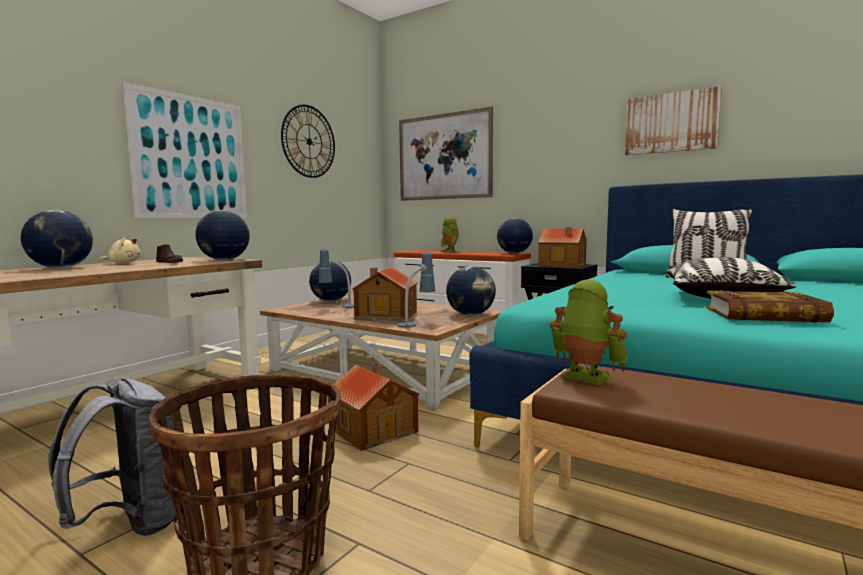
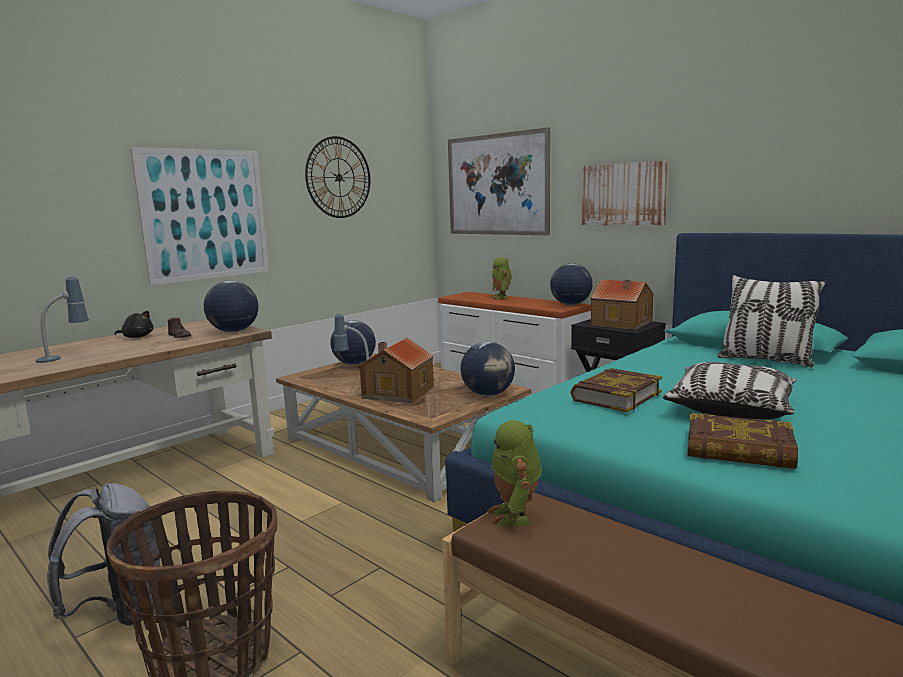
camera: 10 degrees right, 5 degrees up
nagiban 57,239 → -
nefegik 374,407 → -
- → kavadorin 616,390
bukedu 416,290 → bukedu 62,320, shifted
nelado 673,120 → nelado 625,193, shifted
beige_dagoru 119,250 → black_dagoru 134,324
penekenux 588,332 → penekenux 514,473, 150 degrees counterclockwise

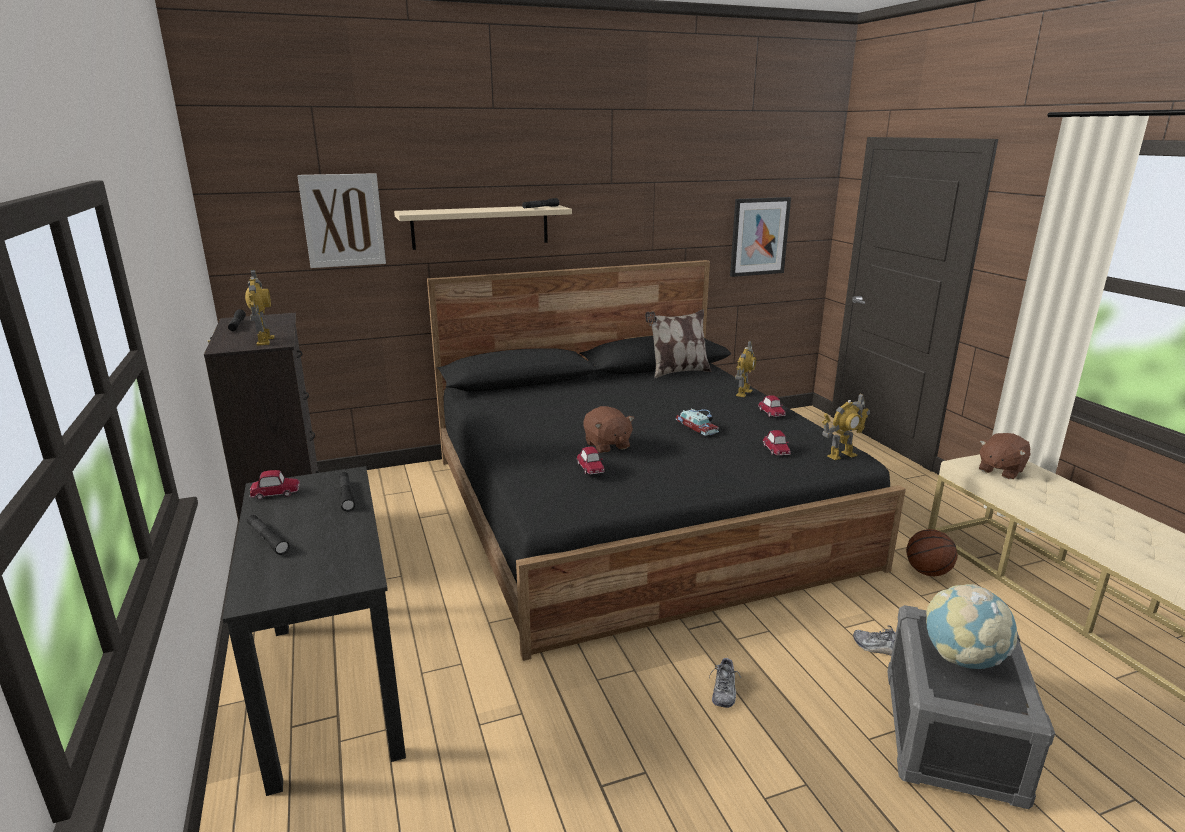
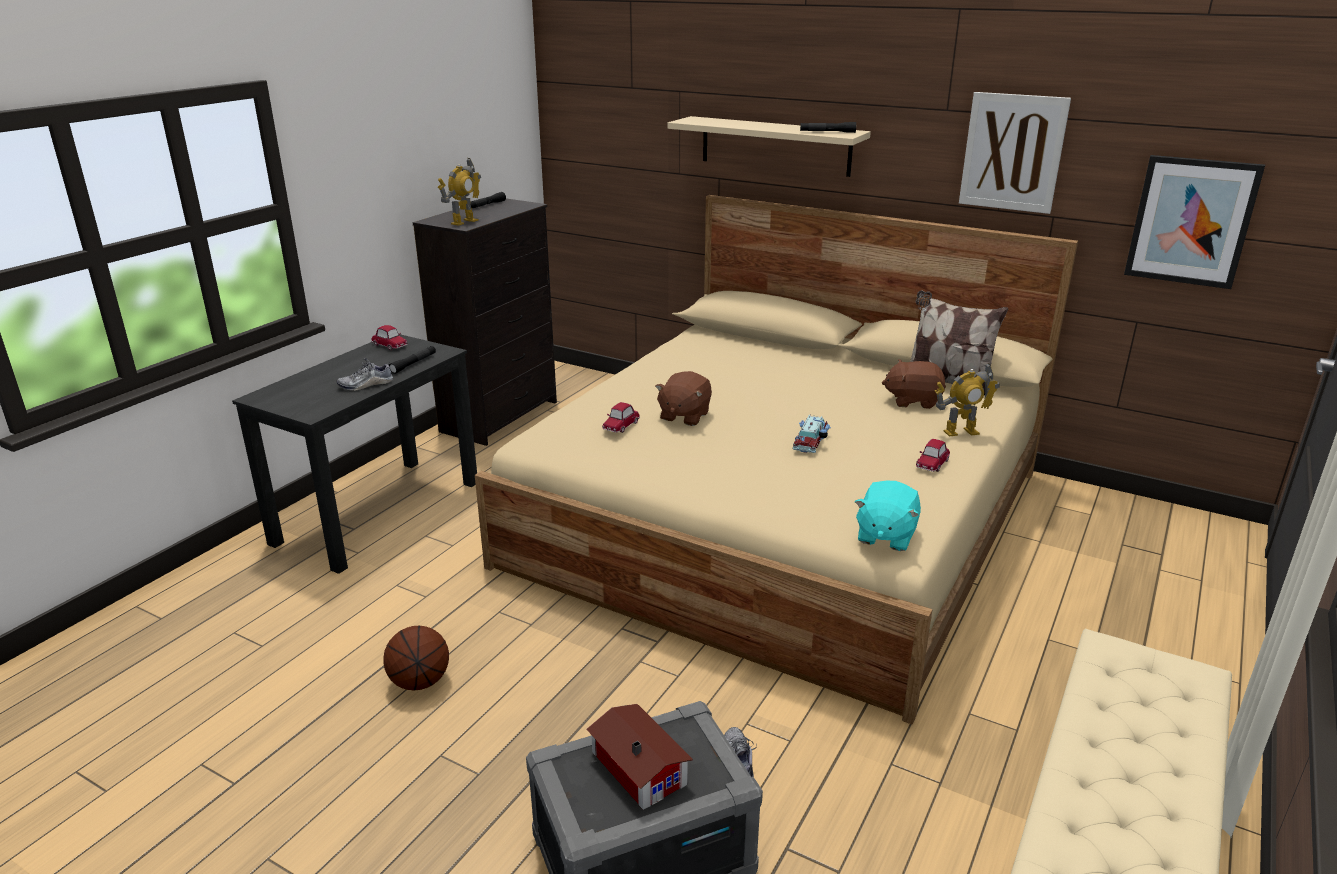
camera: 50 degrees right, 5 degrees up
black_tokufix 268,535 → -
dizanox 777,442 → -
nelado 341,220 → nelado 1015,153, shifted
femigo 725,682 → femigo 365,374, shifted
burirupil 932,552 → burirupil 416,658, shifted
brown_dagoru 1004,456 → brown_dagoru 914,384, shifted
penekenux 846,427 → turquoise_dagoru 888,516
nagiban 971,626 → nefegik 639,757
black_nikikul 666,460 → beige_nikikul 776,459

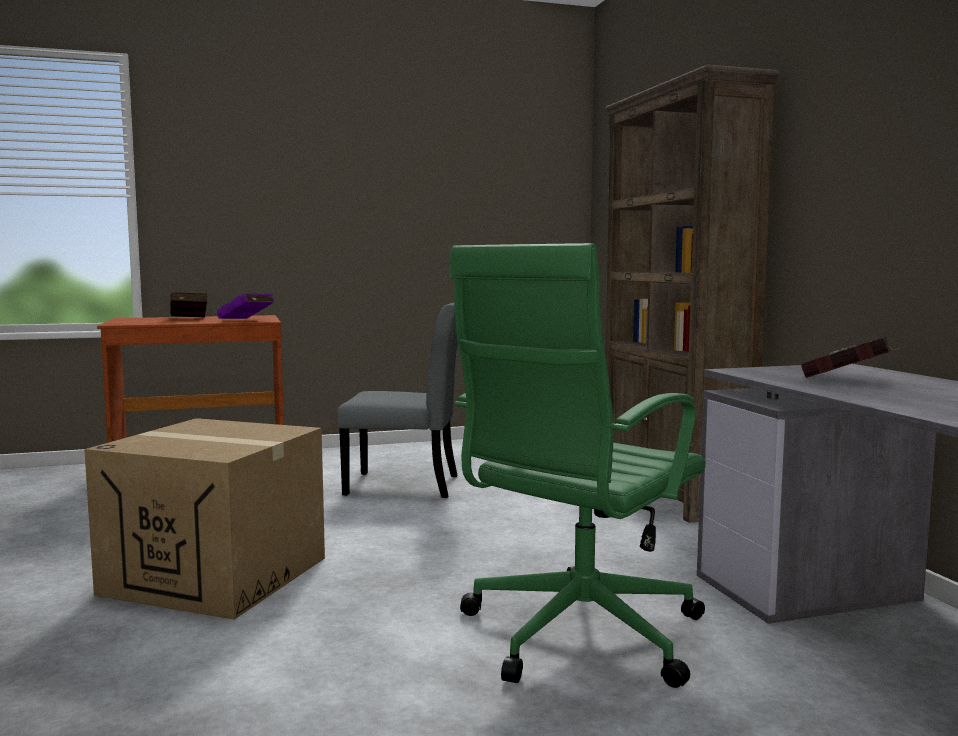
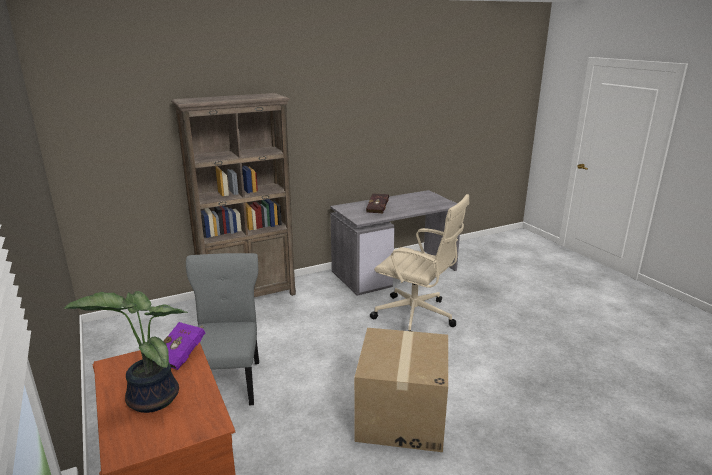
camera: 100 degrees left, 15 degrees up
red_kavadorin 188,304 → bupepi 126,352
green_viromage 577,465 → beige_viromage 419,263

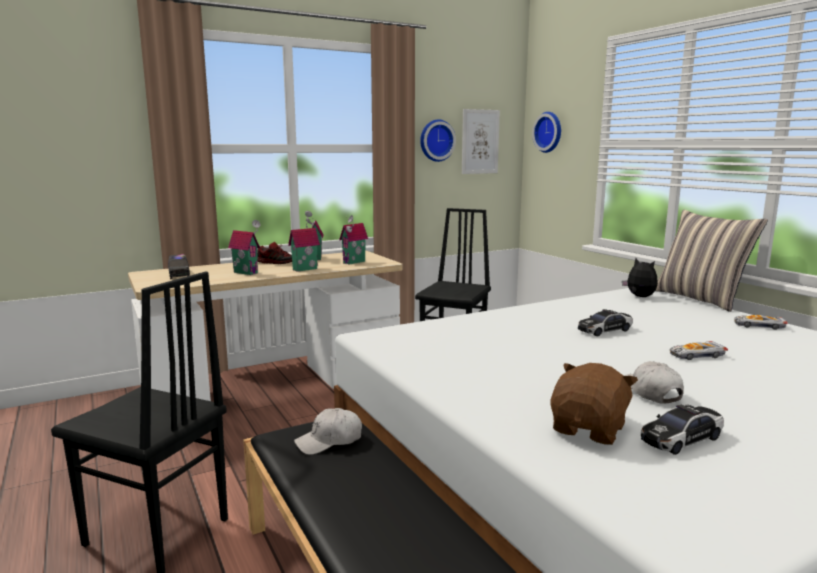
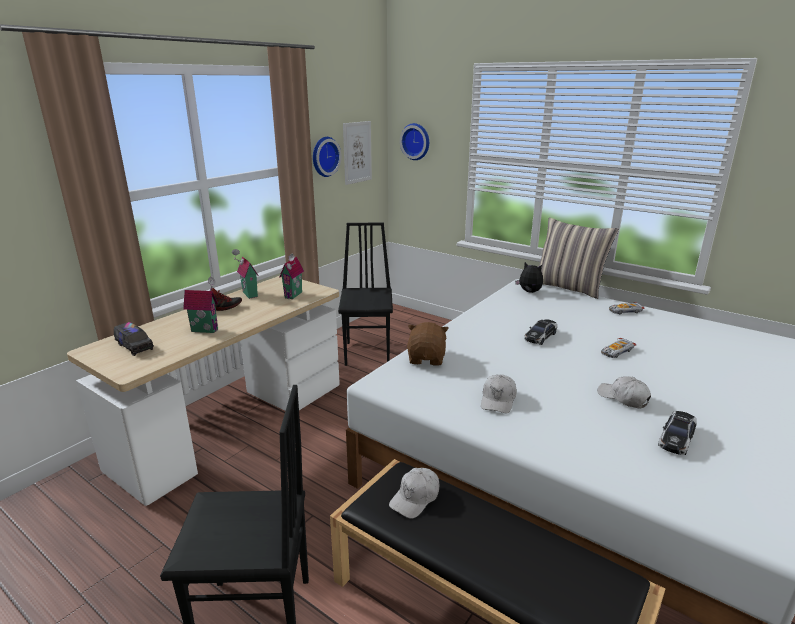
camera: 25 degrees left, 10 degrees up
nefegik 304,244 → -
- → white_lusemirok 499,393
brown_dagoru 594,404 → brown_dagoru 428,344, shifted

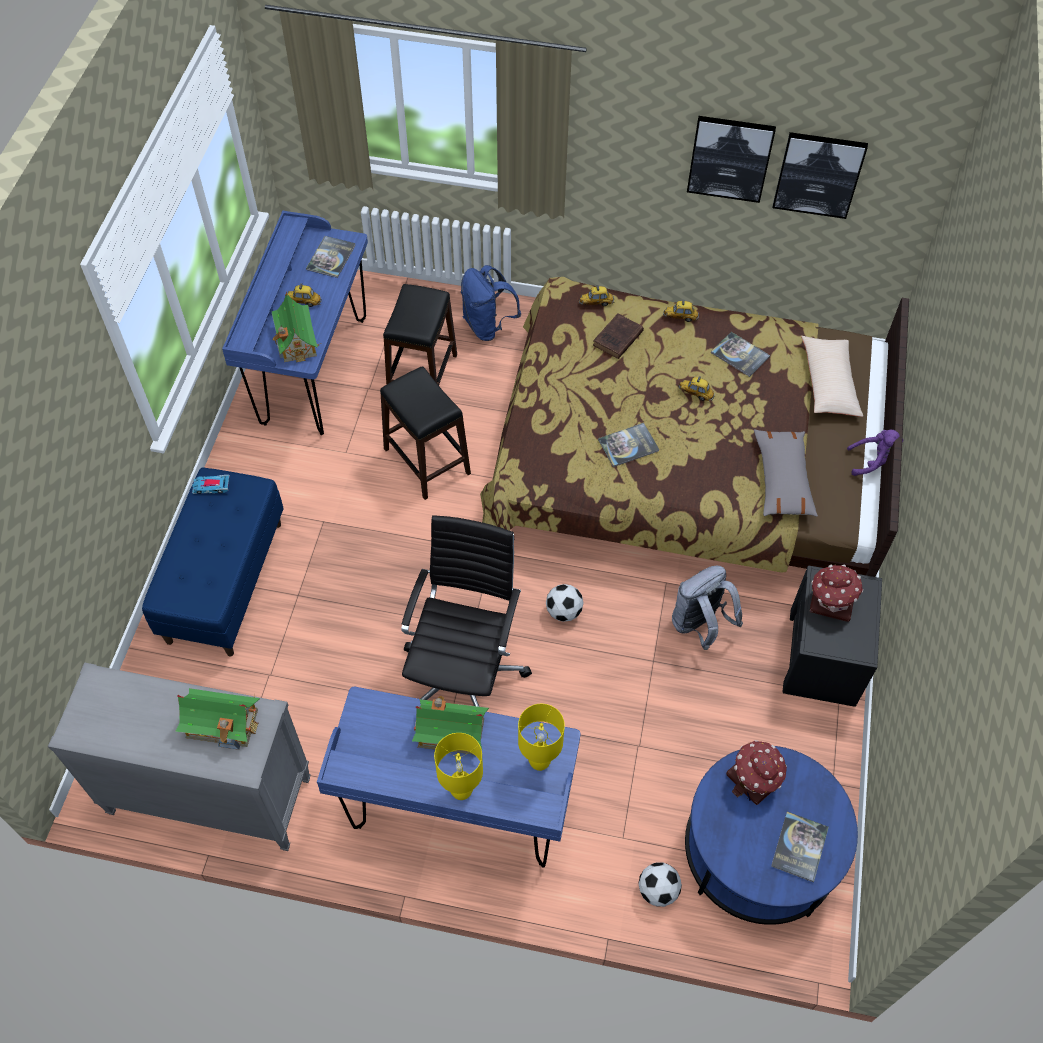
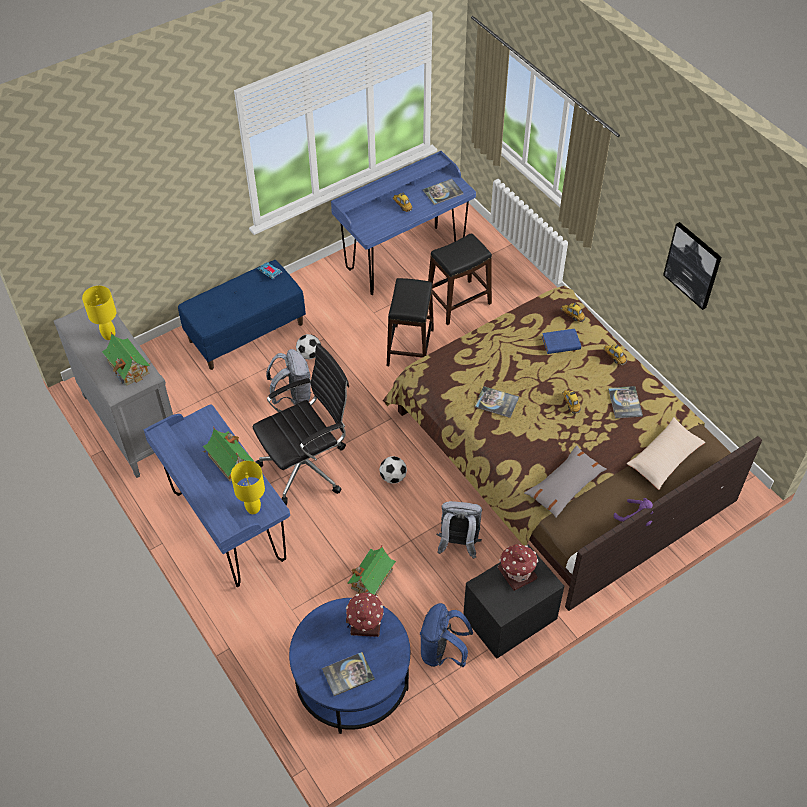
camera: 45 degrees right, 5 degrees down
nelado 820,175 → -
- → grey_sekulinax 289,377
nefegik 295,327 → nefegik 371,570, shifted
yellow_bukedu 458,766 → yellow_bukedu 99,313, shifted
blue_sekulinax 491,303 → blue_sekulinax 446,635, shifted
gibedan 660,884 → gibedan 308,346, shifted
brown_kavadorin 618,336 → blue_kavadorin 561,341

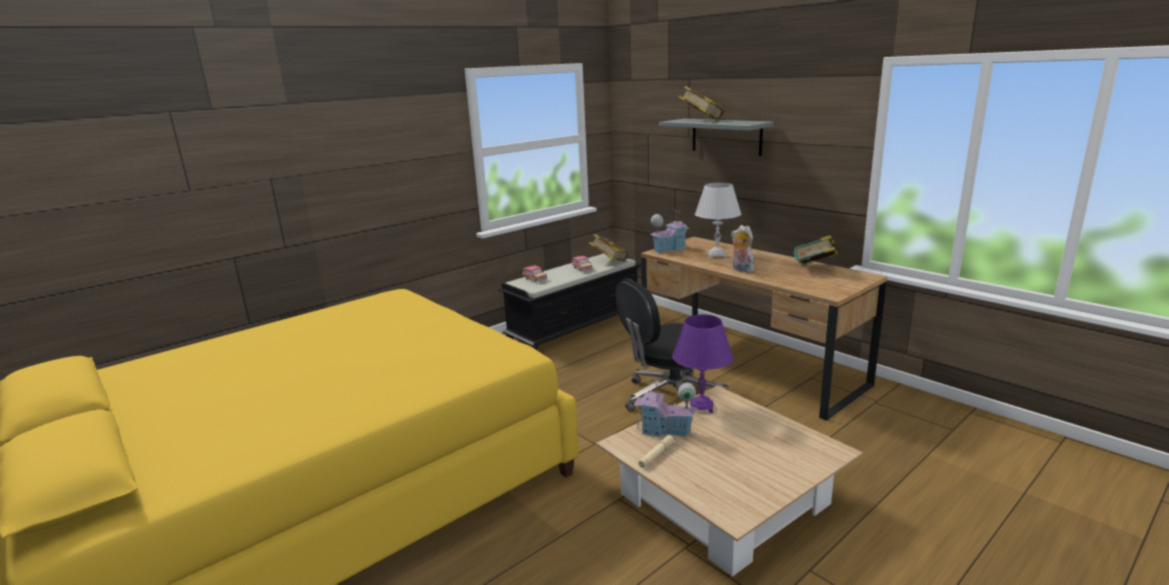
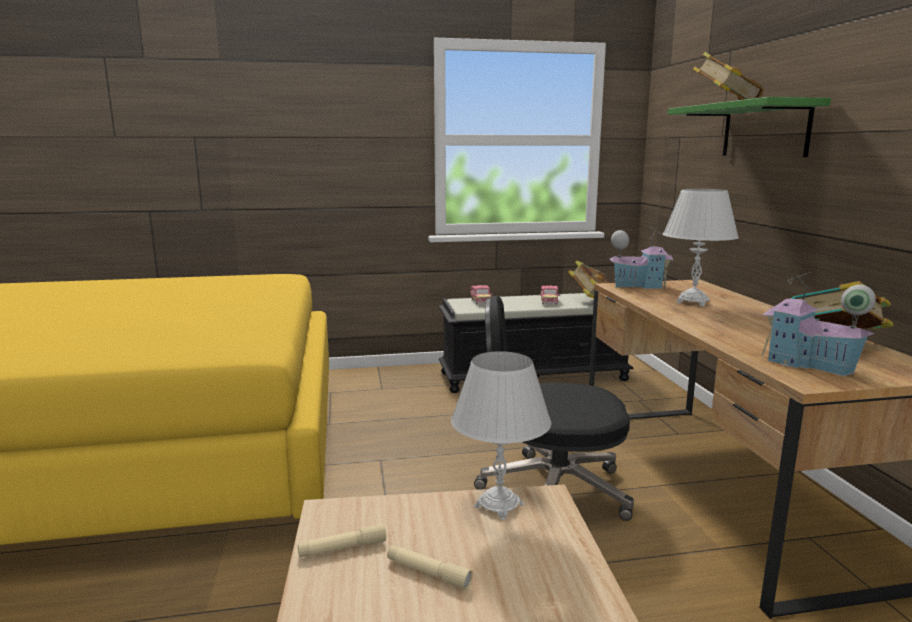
camera: 30 degrees right, 5 degrees down
dagoru 743,249 → -
- → beige_tokufix 430,567
nefegik 665,407 → nefegik 819,324, shifted
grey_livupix 716,137 → green_livupix 749,127
purple_bukedu 702,363 → white_bukedu 501,435

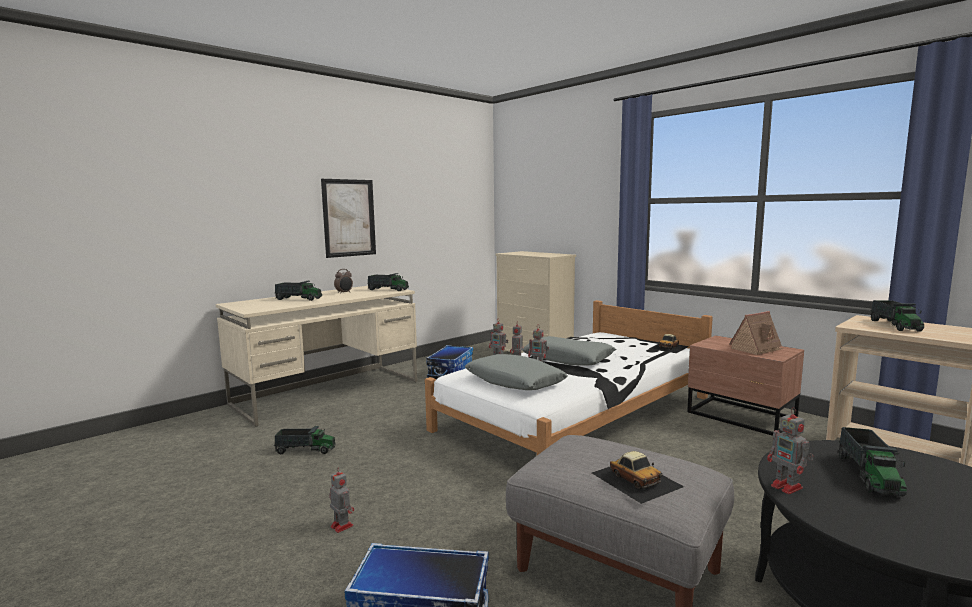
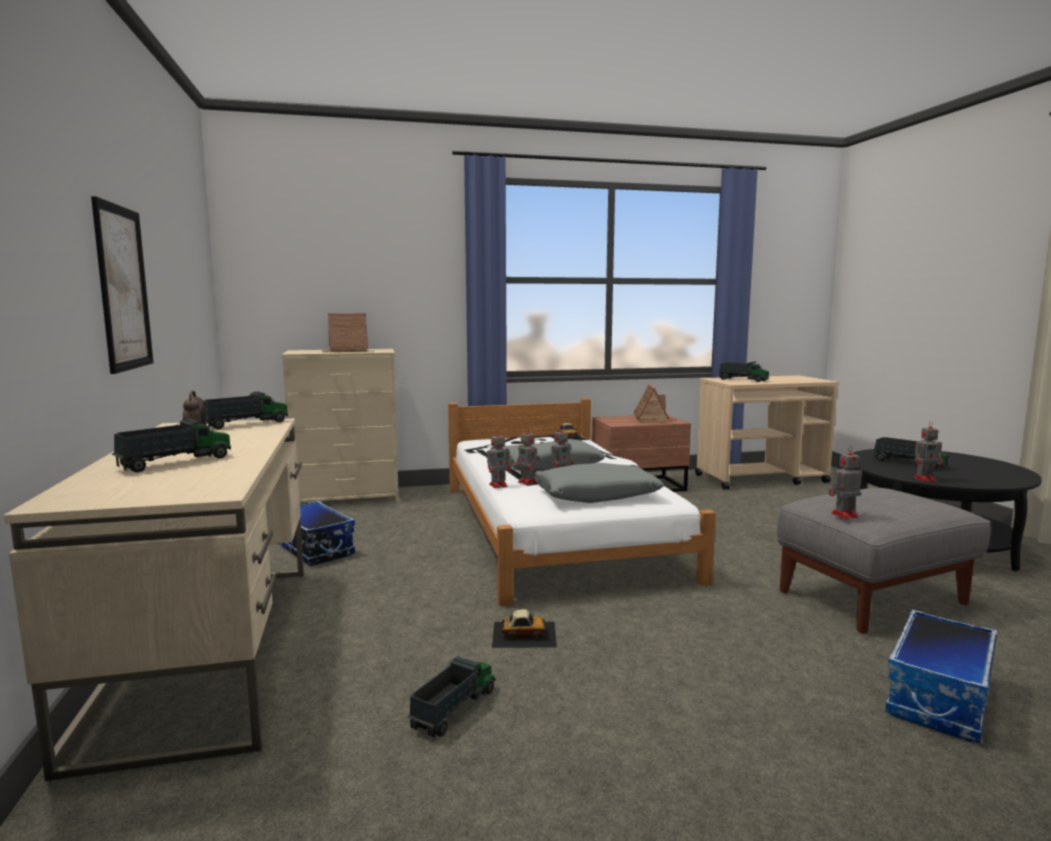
camera: 60 degrees left, 0 degrees up
- → nefegik 345,333
penekenux 341,500 → penekenux 845,482, shifted
dizanox 638,477 → dizanox 524,628, shifted

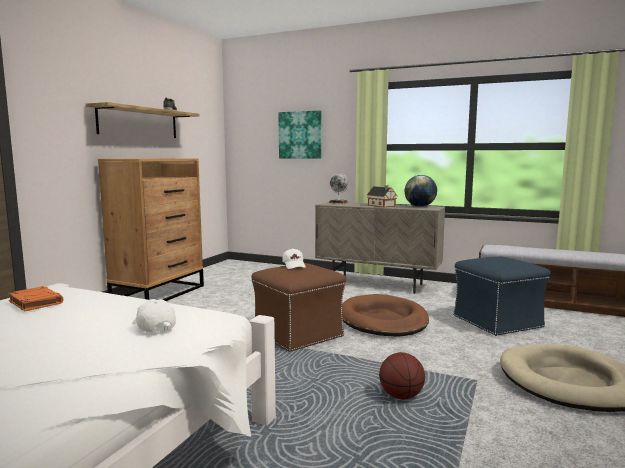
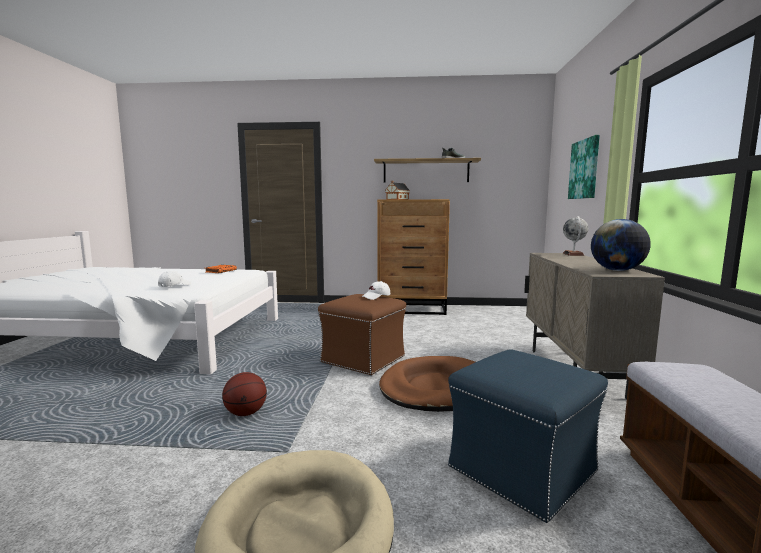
camera: 70 degrees right, 0 degrees up
nefegik 382,196 → nefegik 398,190, shifted

